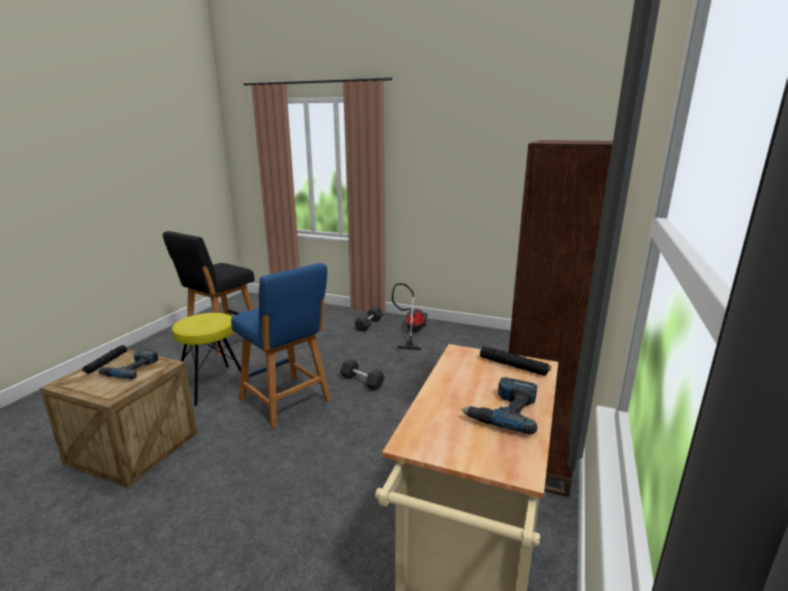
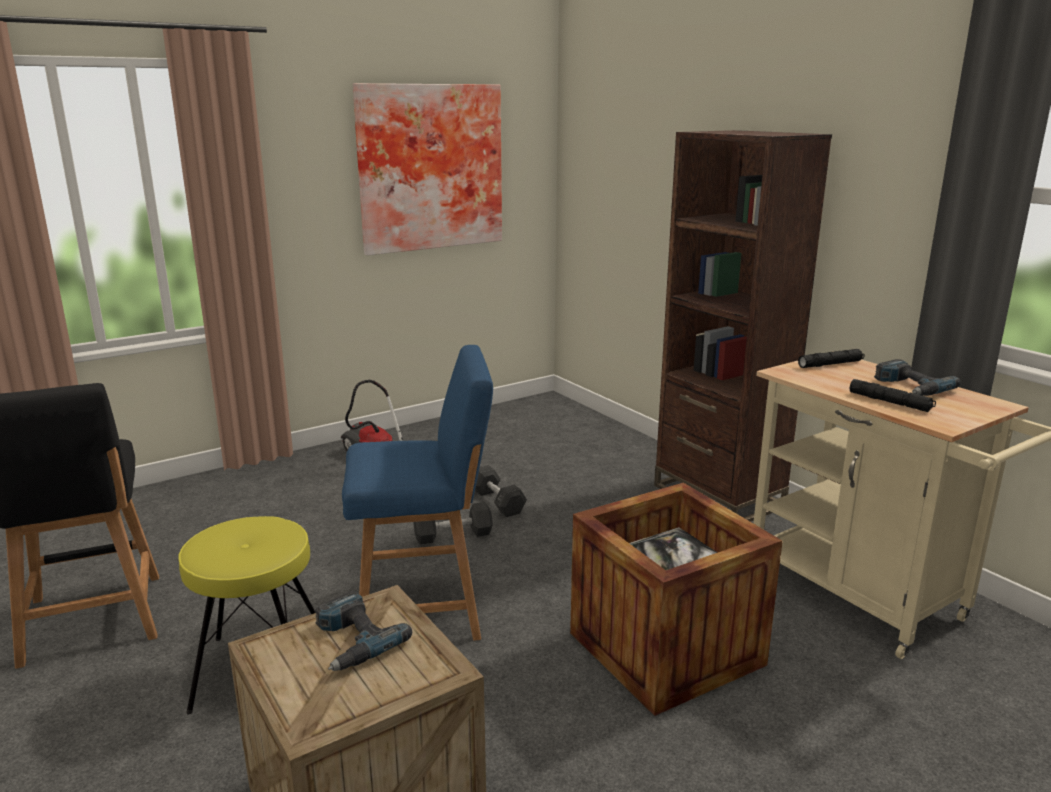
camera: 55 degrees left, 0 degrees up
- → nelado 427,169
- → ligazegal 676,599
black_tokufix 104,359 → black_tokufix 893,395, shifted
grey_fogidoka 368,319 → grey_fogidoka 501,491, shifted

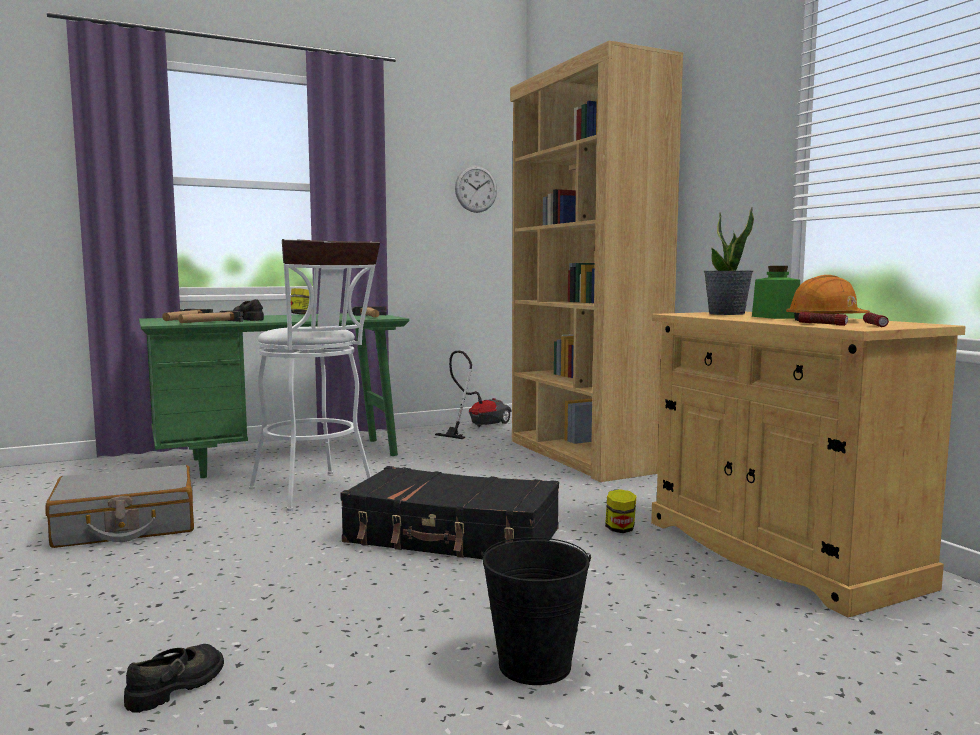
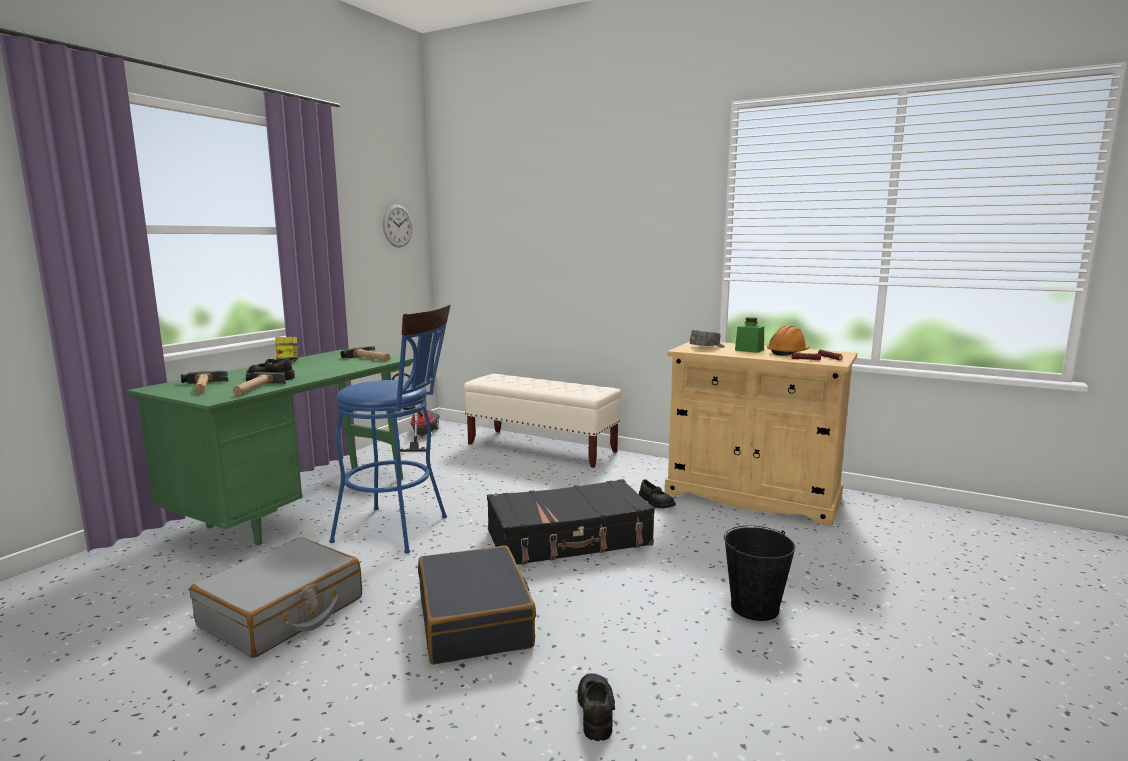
camera: 35 degrees left, 5 degrees up
- → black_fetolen 477,605
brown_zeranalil 596,261 → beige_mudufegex 542,421
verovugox 620,511 → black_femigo 657,493
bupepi 729,261 → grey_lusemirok 707,338
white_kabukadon 314,375 → blue_kabukadon 390,428

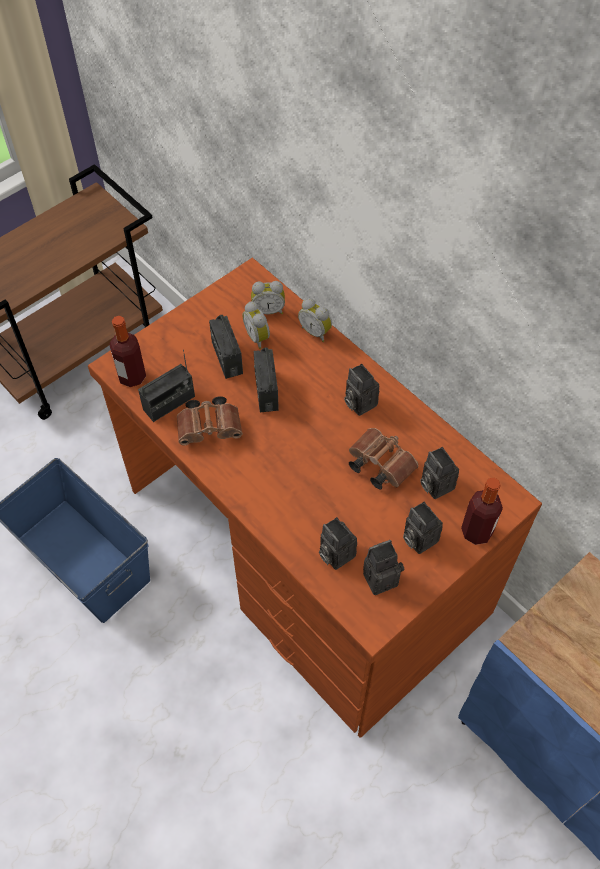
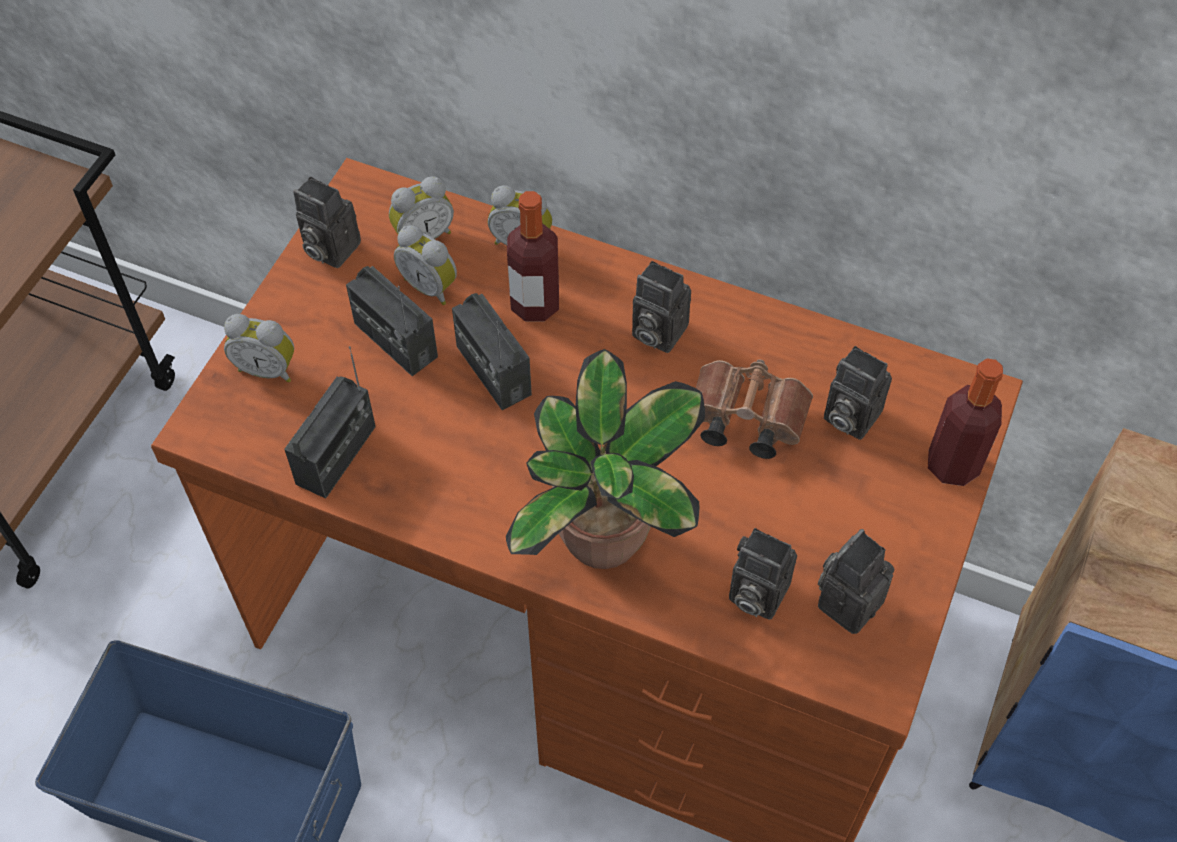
camera: 25 degrees left, 0 degrees up
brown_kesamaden 210,420 → -
- → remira 259,348
- → bupepi 605,459
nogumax 127,351 → nogumax 533,256, shifted
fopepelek 423,528 → fopepelek 327,222, shifted

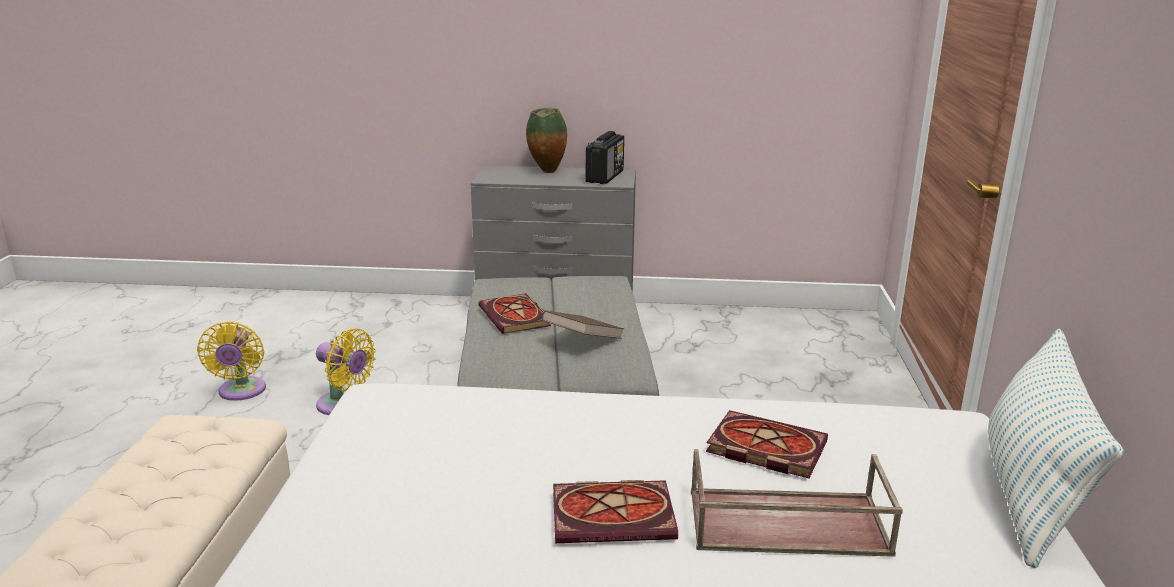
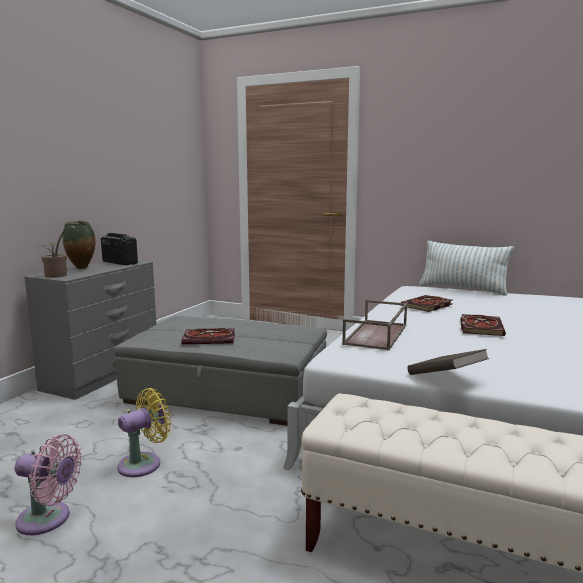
camera: 70 degrees left, 10 degrees down
- → bupepi 58,252
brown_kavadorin 583,324 → brown_kavadorin 449,362, shifted
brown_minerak 797,503 → brown_minerak 374,325, shifted
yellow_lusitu 231,361 → pink_lusitu 48,484

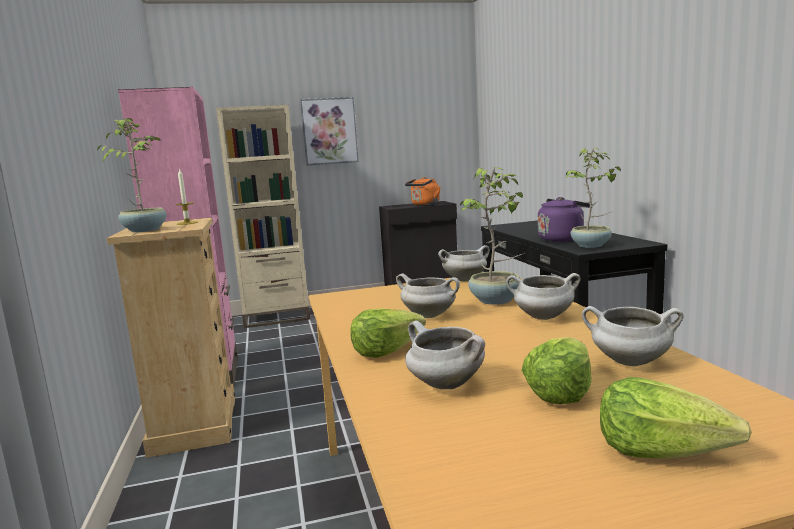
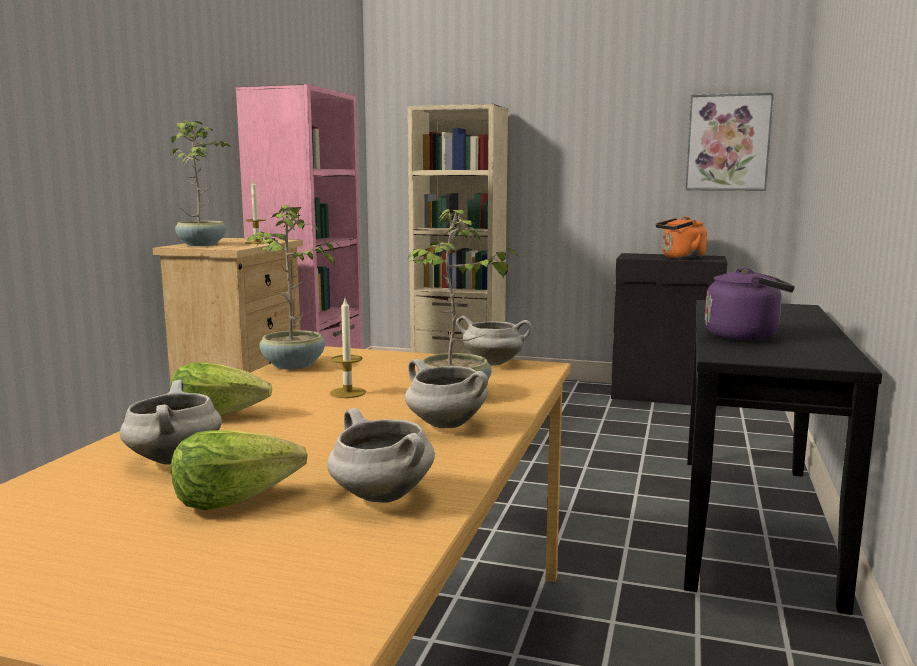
camera: 30 degrees right, 0 degrees up
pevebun 676,418 → -
nelado 329,131 → nelado 729,141, shifted
bupepi 593,198 → bupepi 294,286, shifted
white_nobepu 428,295 → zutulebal 347,348

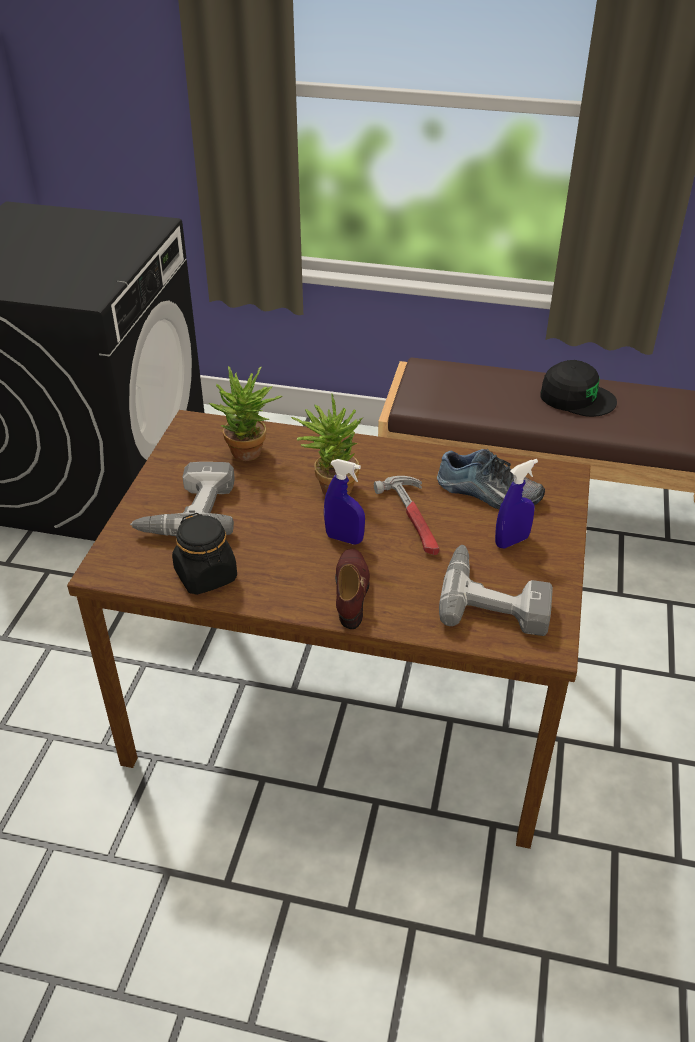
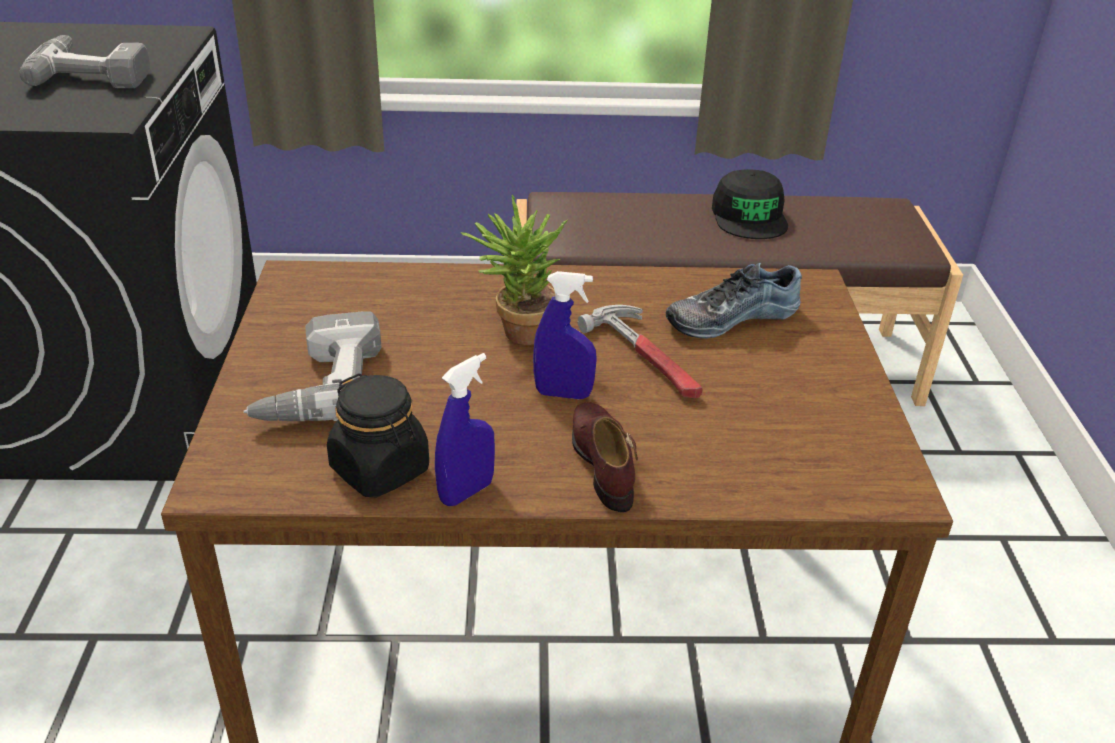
camera: 15 degrees left, 5 degrees down
bupepi 245,413 → -
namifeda 496,590 → namifeda 84,61, shifted
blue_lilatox 516,503 → blue_lilatox 465,429, shifted
femigo 491,479 → femigo 734,301, 150 degrees clockwise
black_lusemirok 578,388 → black_lusemirok 750,204, 75 degrees clockwise

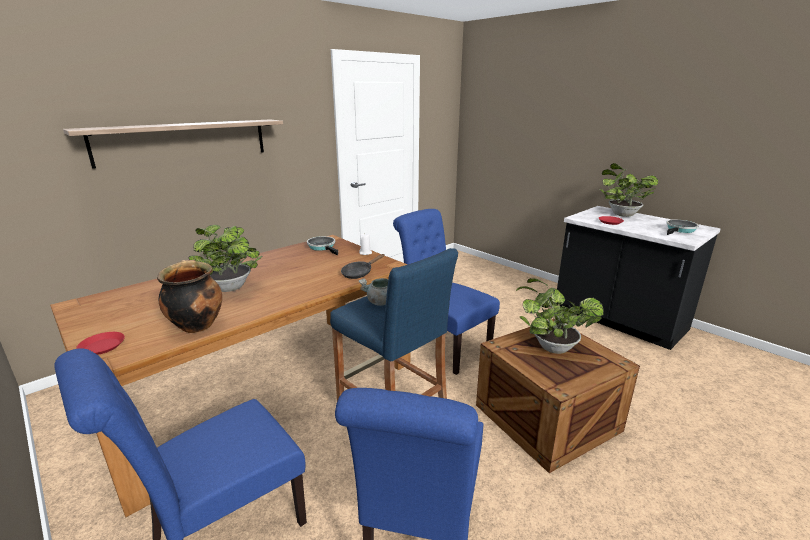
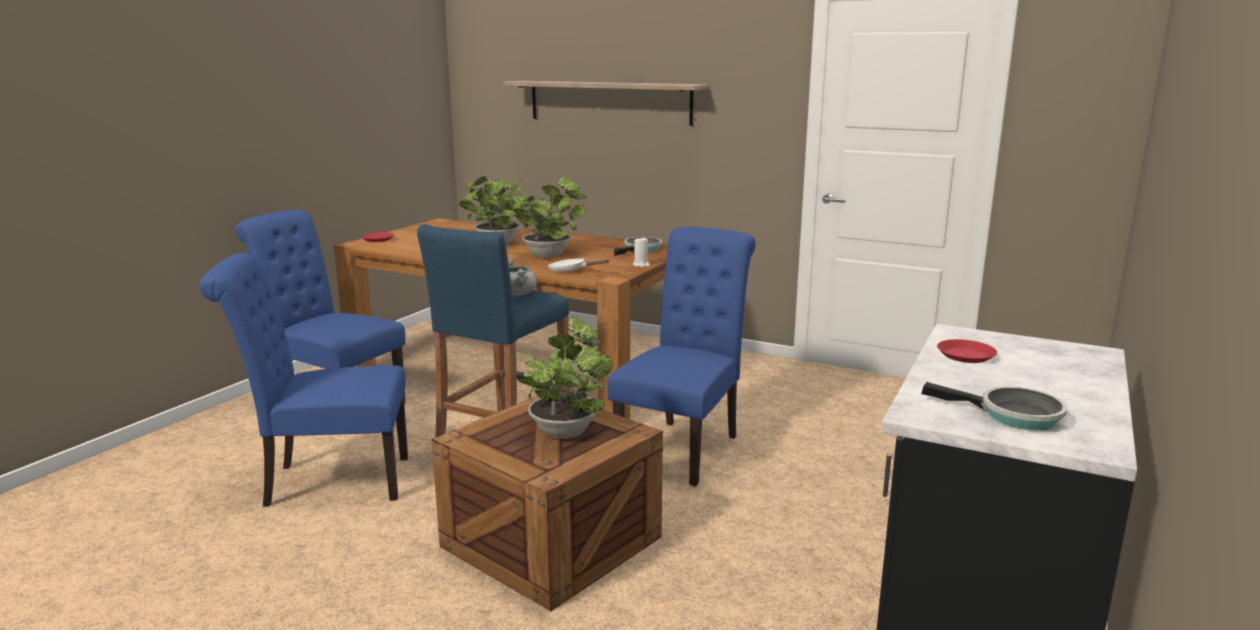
camera: 70 degrees right, 5 degrees down
nobepu 189,296 → -
bupepi 629,190 → bupepi 549,217, shifted
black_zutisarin 362,266 → white_zutisarin 578,265

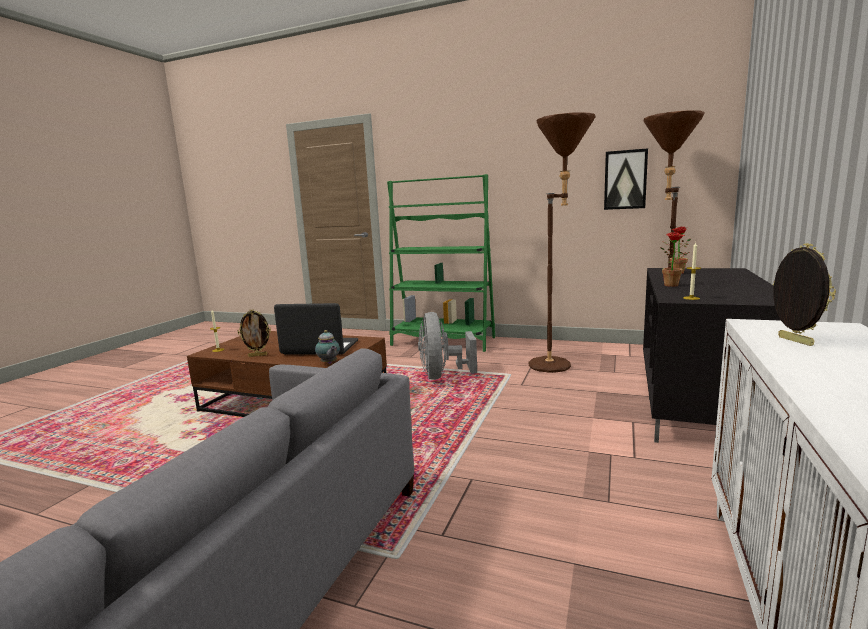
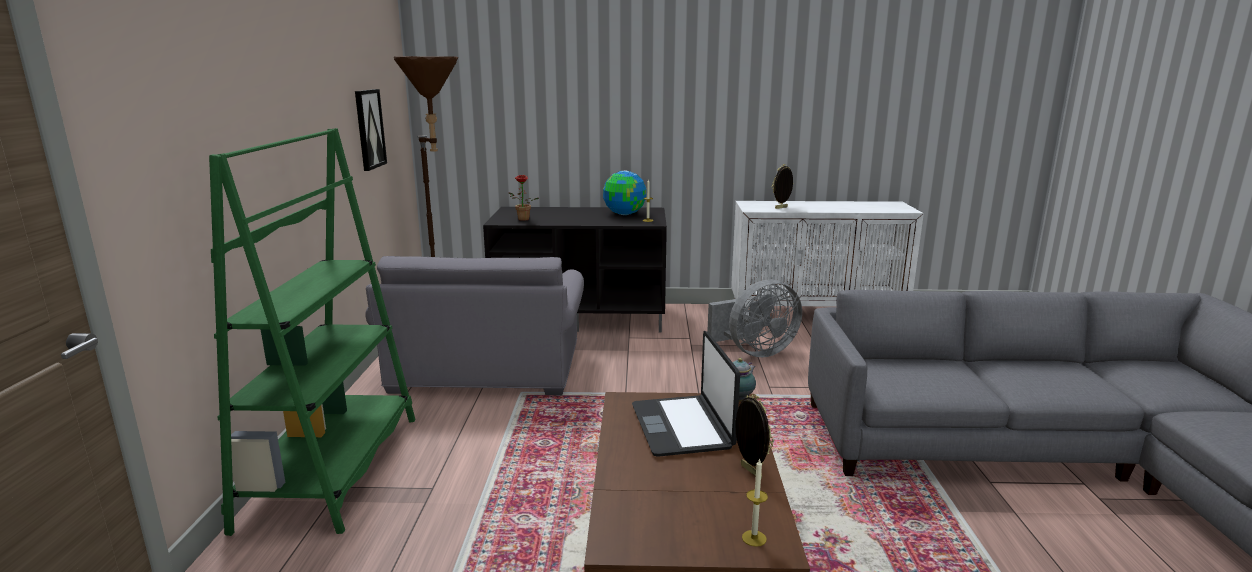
camera: 110 degrees left, 5 degrees up
bupepi 674,259 → -
- → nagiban 624,193
grey_lusitu 447,346 → grey_lusitu 754,318, shifted
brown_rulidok 561,242 → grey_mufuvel 474,325

